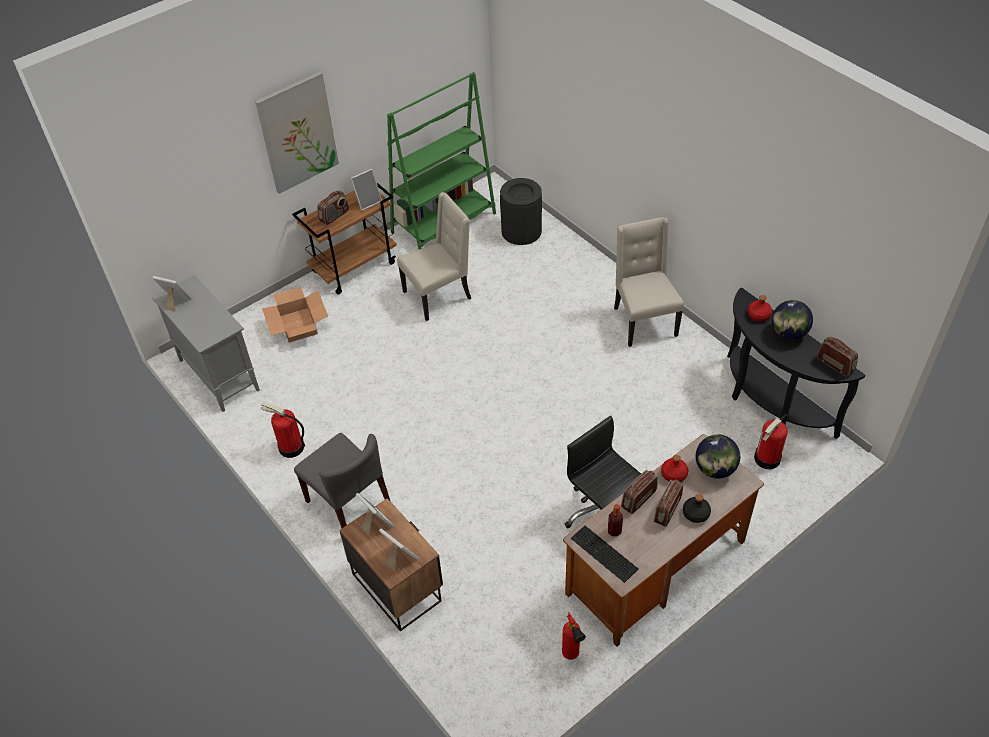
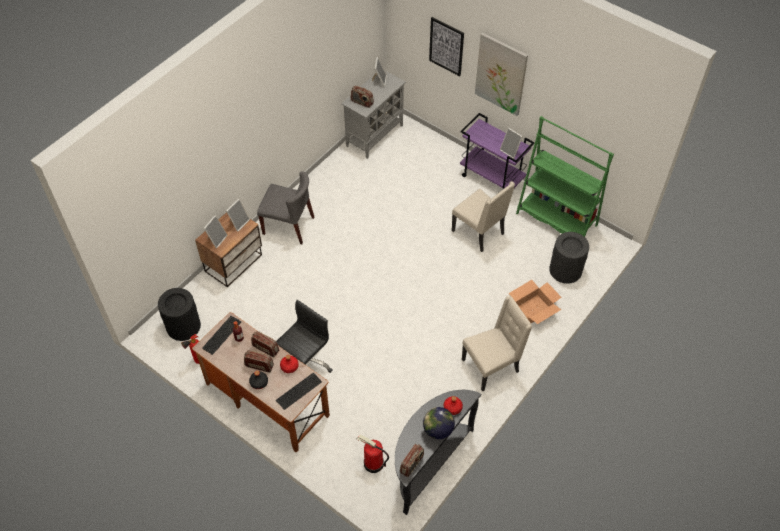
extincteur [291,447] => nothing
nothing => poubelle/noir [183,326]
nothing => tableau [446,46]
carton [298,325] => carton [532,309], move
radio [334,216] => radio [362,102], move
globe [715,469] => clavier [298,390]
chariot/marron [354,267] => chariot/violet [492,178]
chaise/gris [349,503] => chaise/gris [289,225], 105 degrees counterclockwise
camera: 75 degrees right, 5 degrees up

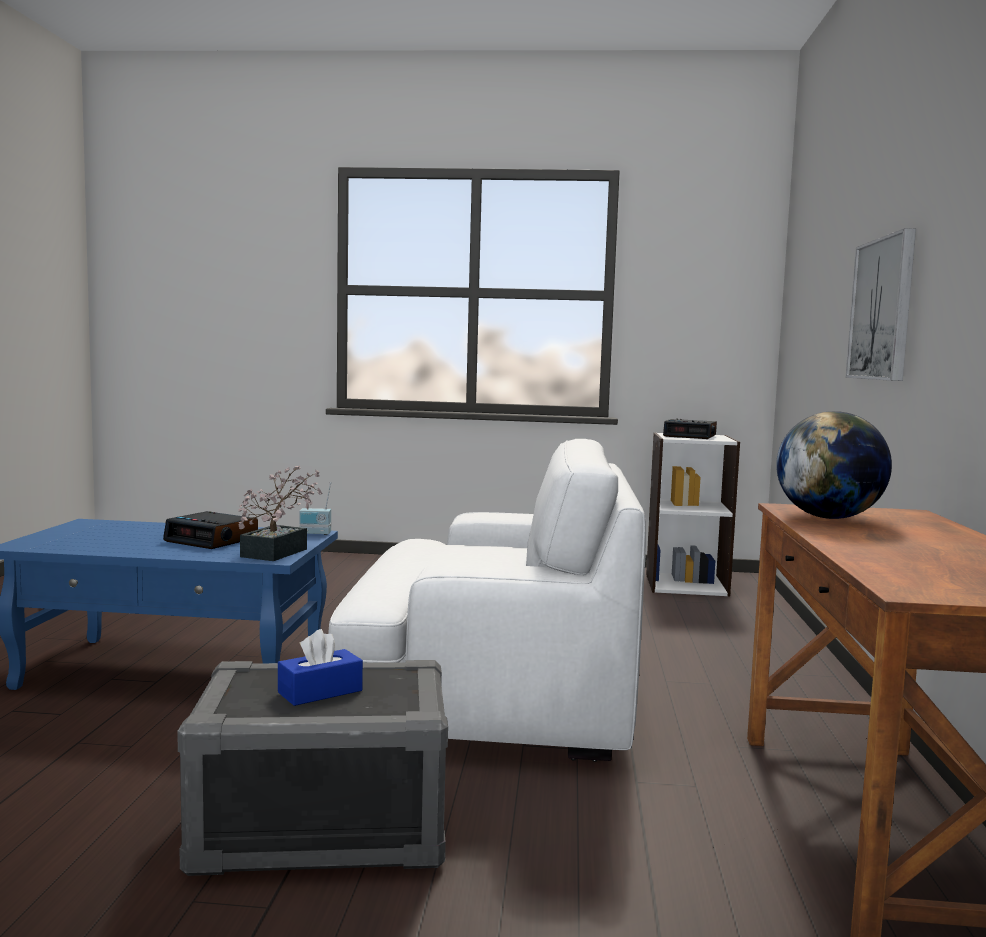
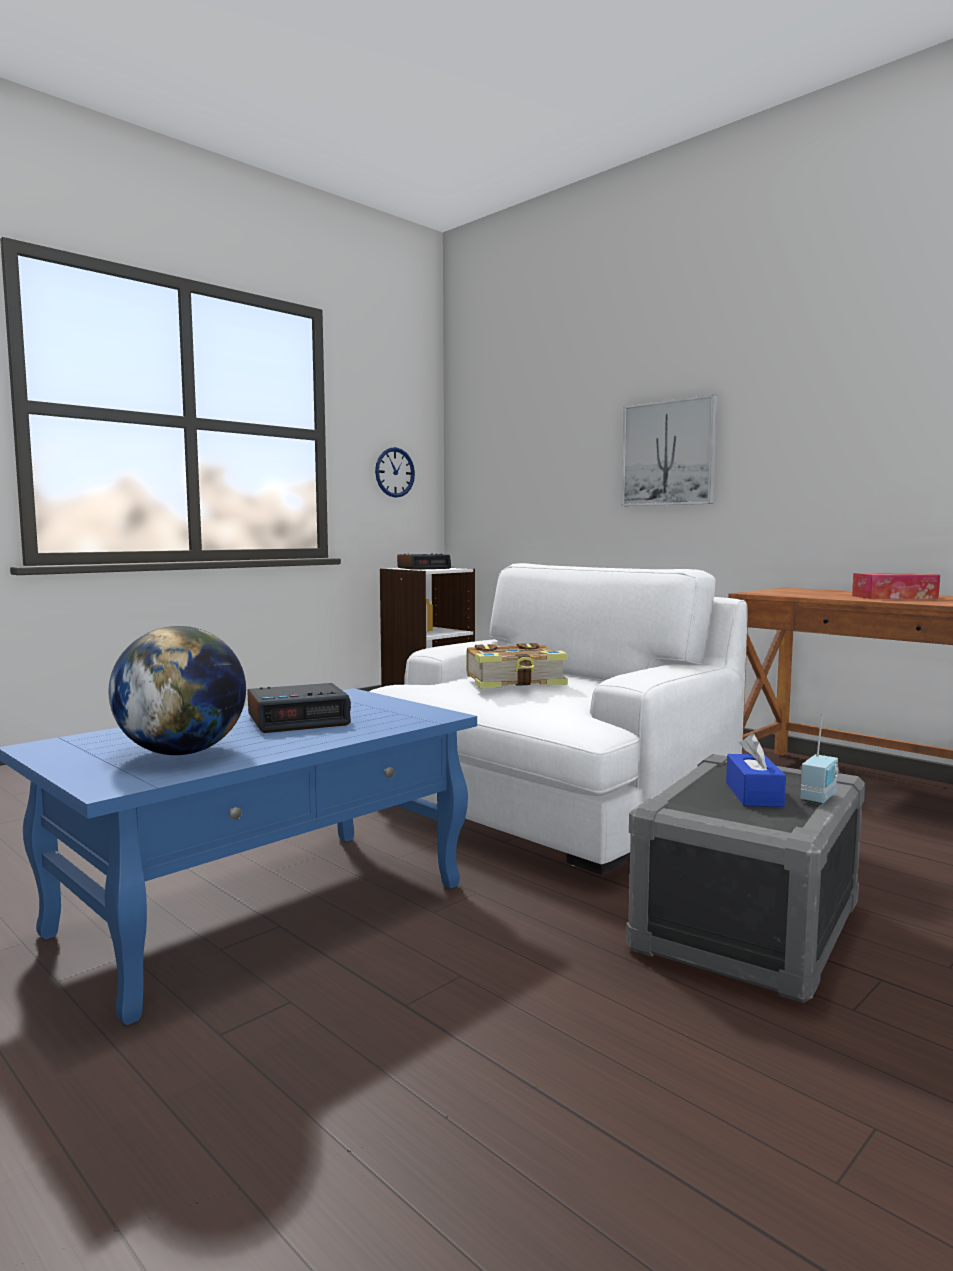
plante en pot [279,551] => nothing
nothing => horloge murale [394,472]
nothing => livre [516,682]
nothing => boîte à mouchoirs [894,597]
radio [315,534] => radio [820,798], move
globe [828,517] => globe [182,752], move
camera: 50 degrees left, 0 degrees up

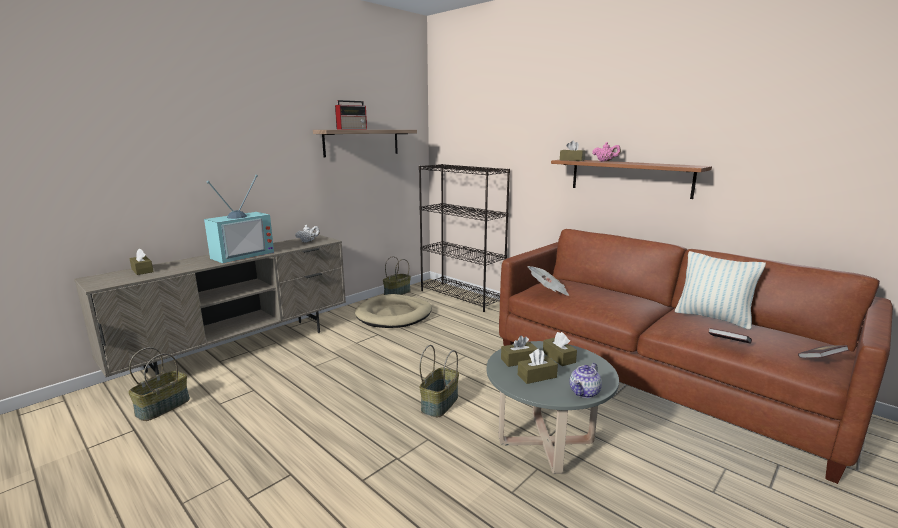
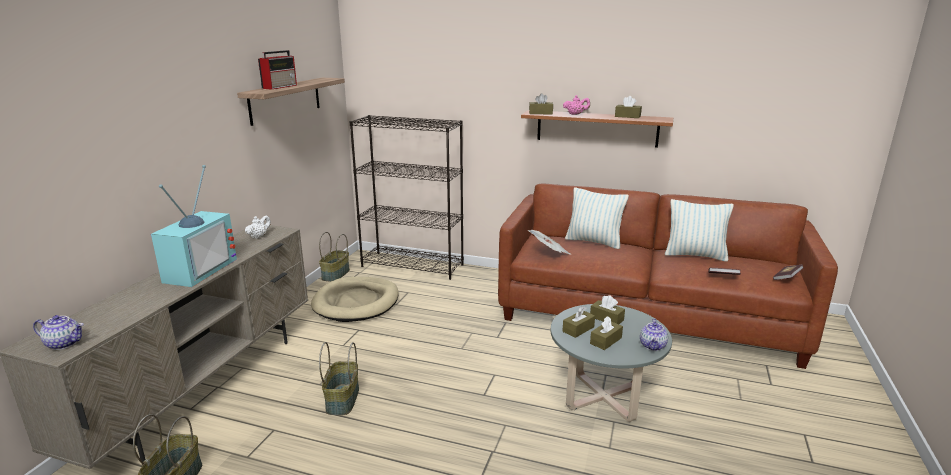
nothing => théière [64,343]
nothing => coussin [594,242]
boîte à mouchoirs/marron [142,270] => boîte à mouchoirs/marron [627,116], move
panier [439,403] => panier [342,399], move
camera: 25 degrees left, 5 degrees up

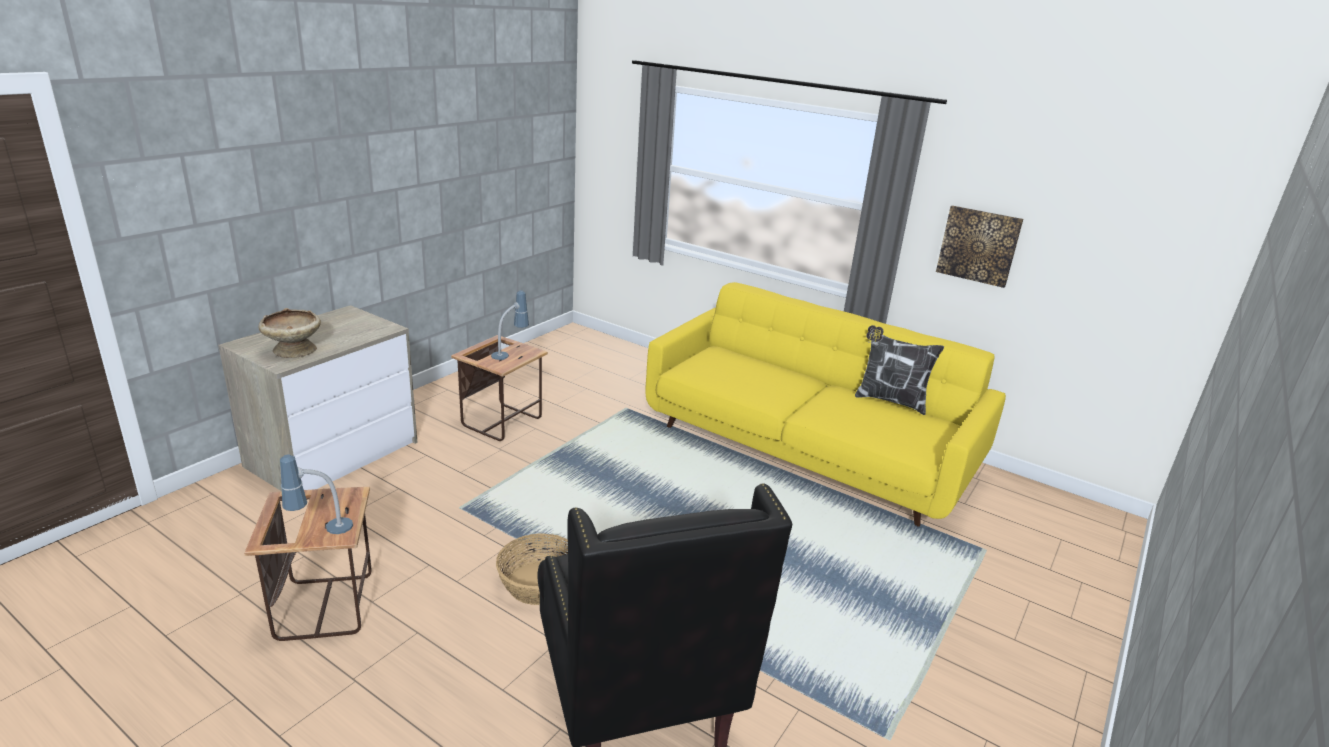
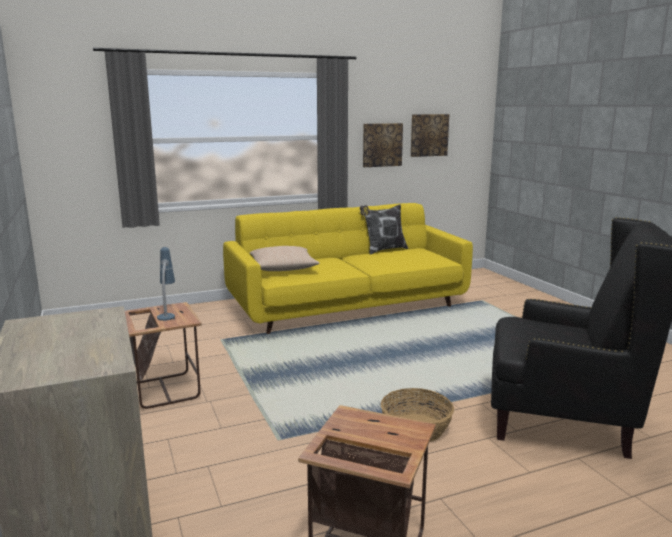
bol/beige [293,350] => nothing
lampe de table [321,533] => nothing
nothing => coussin/beige [283,268]
nothing => tableau [429,135]
camera: 55 degrees left, 10 degrees down

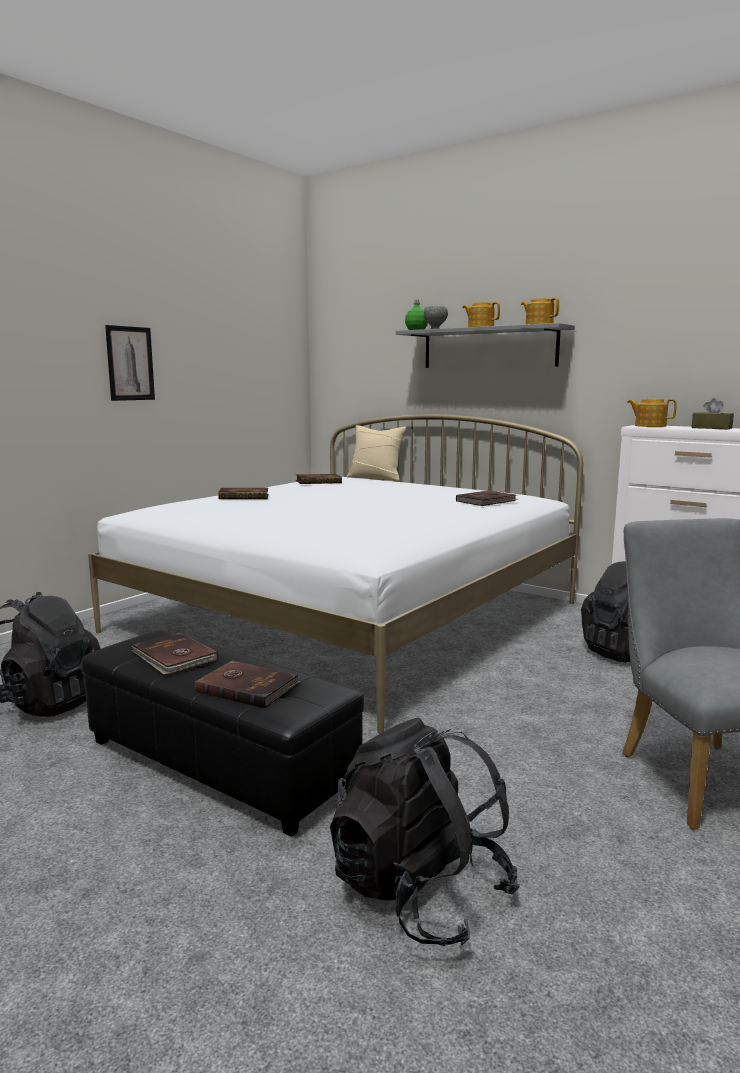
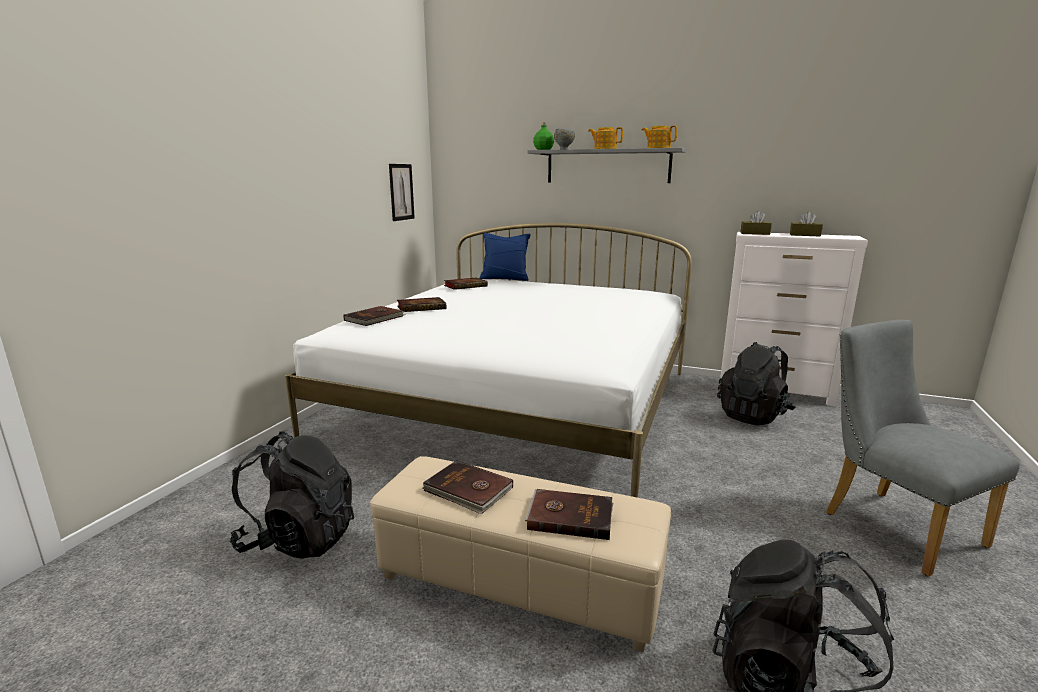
tableau [130,363] => tableau [401,192], move
livre/marron [487,501] => livre/marron [375,318], move
théière [649,426] => boîte à mouchoirs/marron [755,233]
pouf/noir [216,763] => pouf/beige [517,582]
coussin/beige [375,478] => coussin/bleu [505,278]
camera: 15 degrees left, 5 degrees up

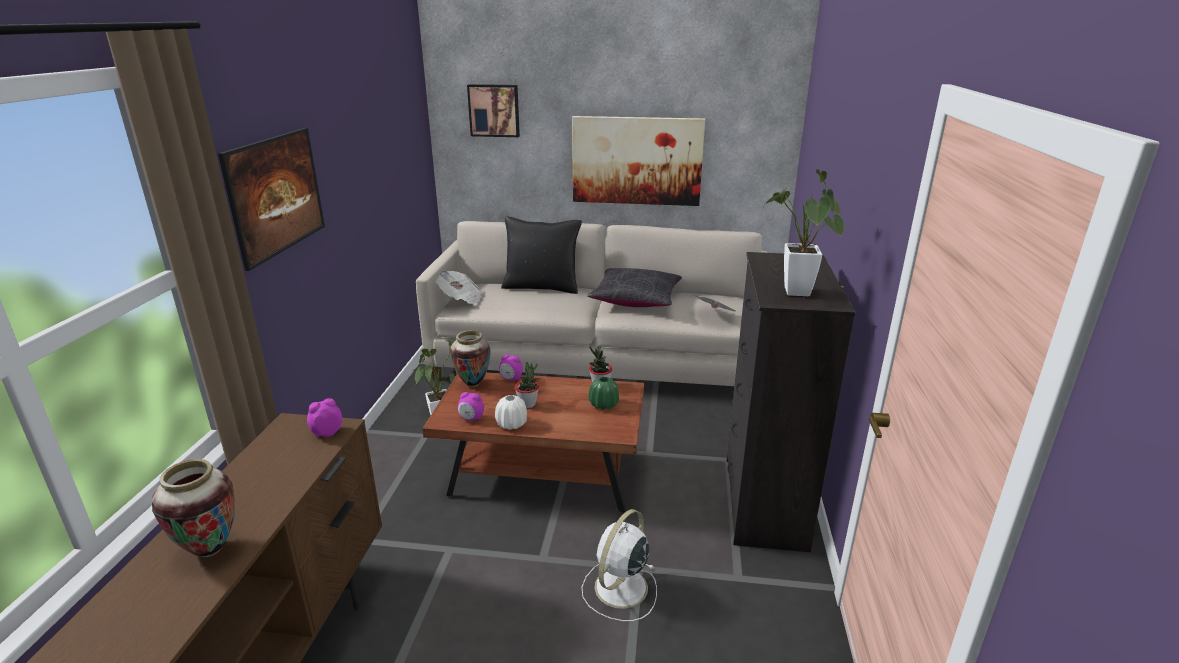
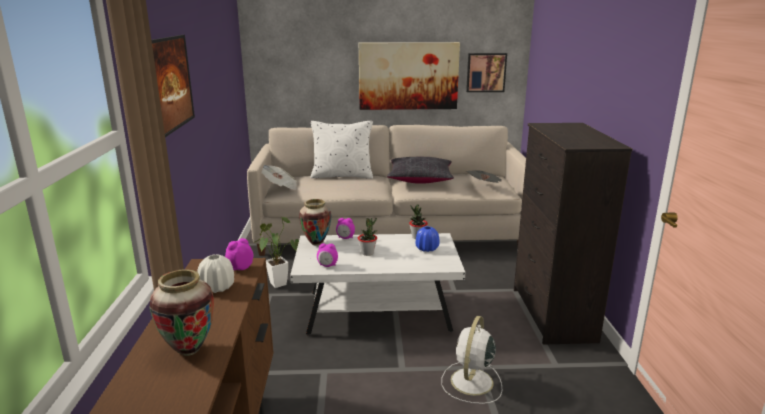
plante en pot [797,295] => nothing
tableau [494,110] => tableau [485,72], move
vase/blanc [511,424] => vase/blanc [217,287], move
table basse/marron [543,474] => table basse/blanc [378,312]
coussin/noir [542,287] => coussin/blanc [342,175]
vase/vert [603,404] => vase/bleu [427,249]
camera: 10 degrees left, 5 degrees down

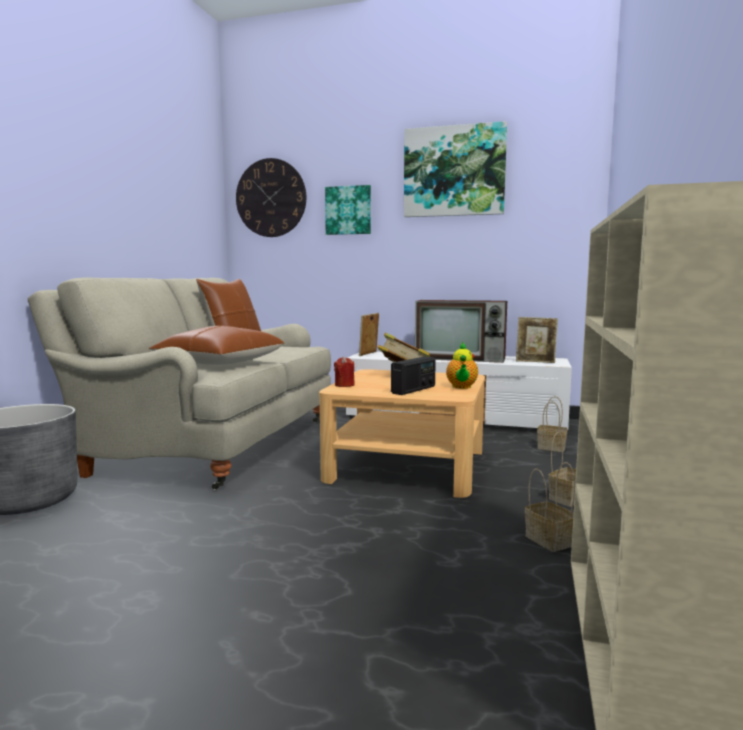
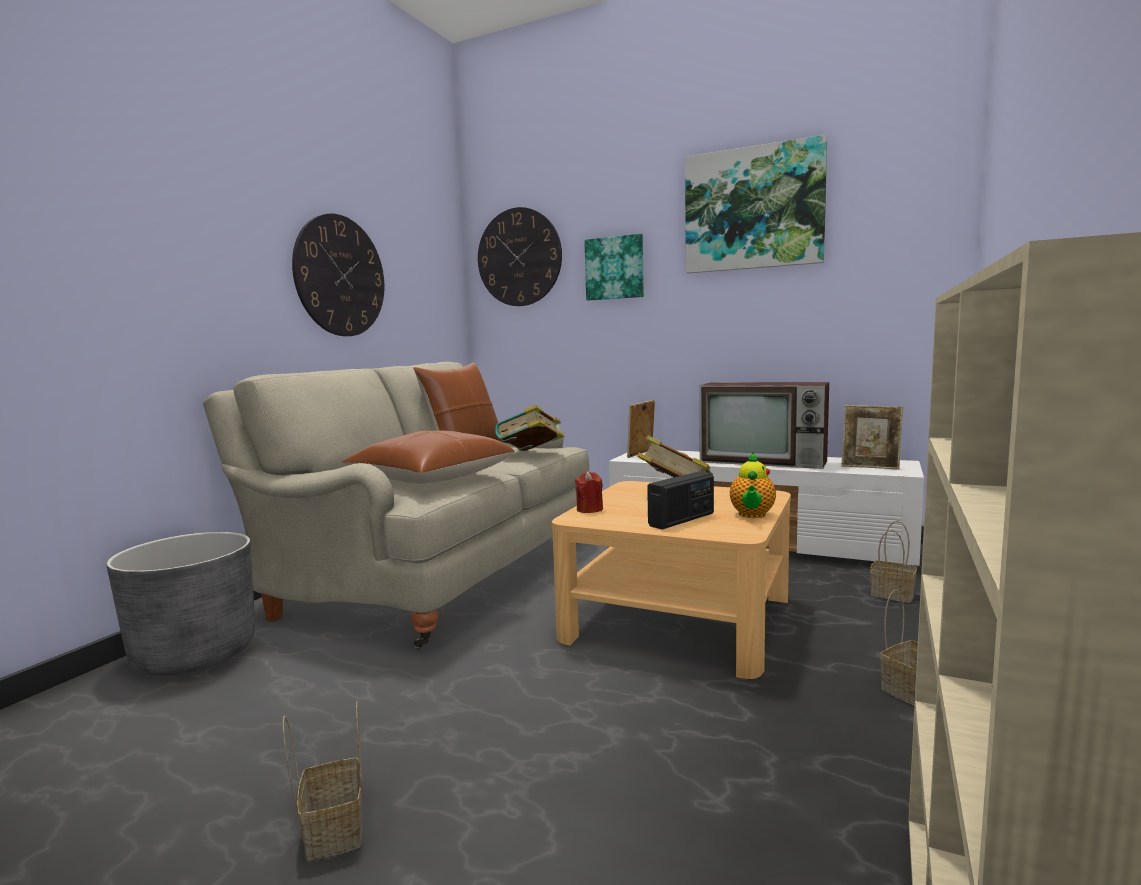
nothing => horloge murale [340,276]
nothing => livre [530,454]
panier [547,540] => panier [333,829], move
camera: 10 degrees right, 0 degrees up

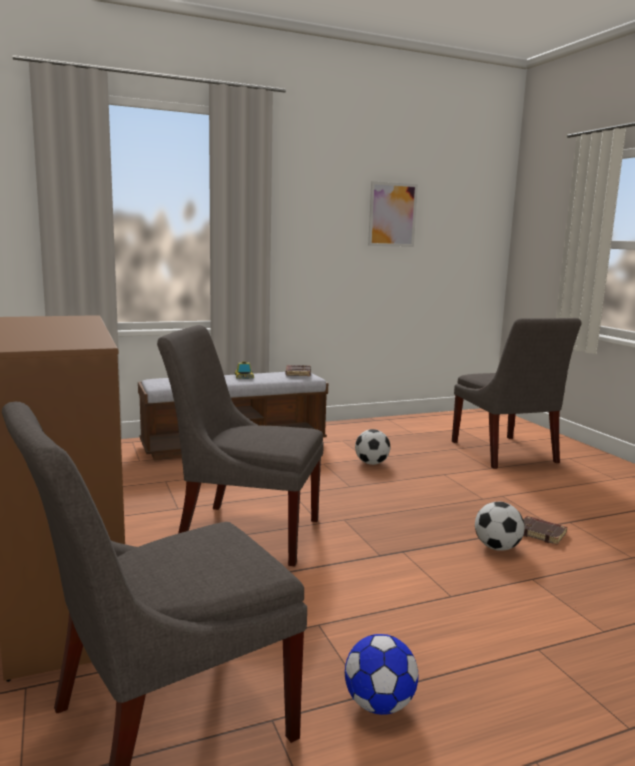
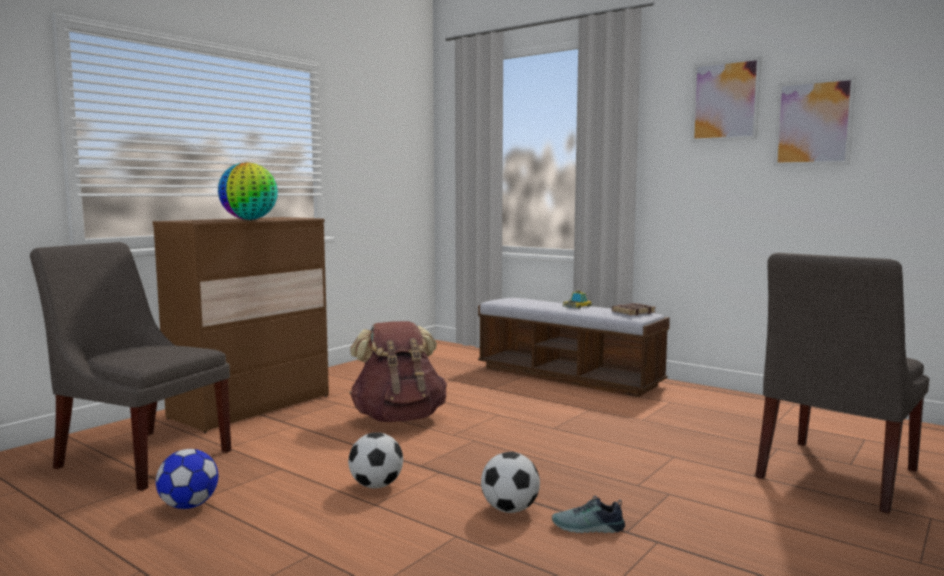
nothing => globe [249,219]
nothing => tableau [725,100]
ballon de foot [371,463] => ballon de foot [376,486], move
chaise/gris [244,532] => sac à dos/marron [399,418]
livre/marron [541,533] => chaussure [588,528]
camera: 60 degrees right, 5 degrees down

